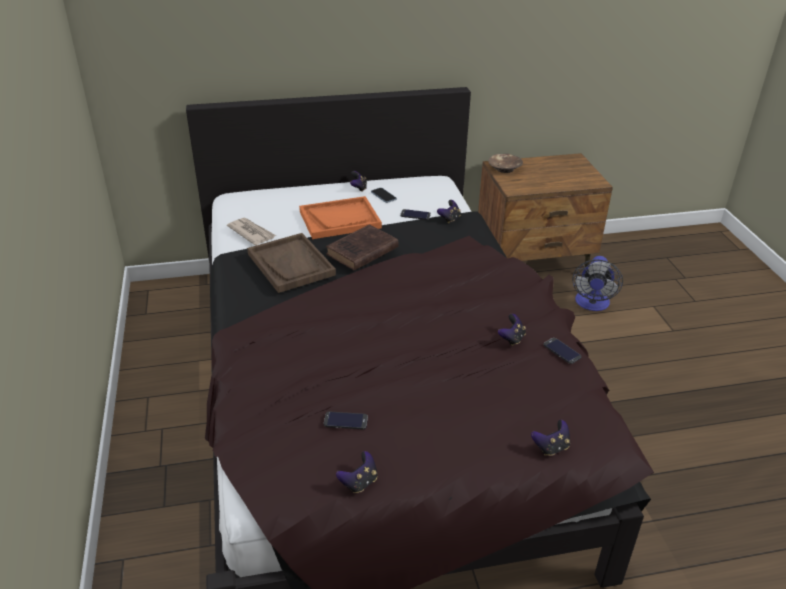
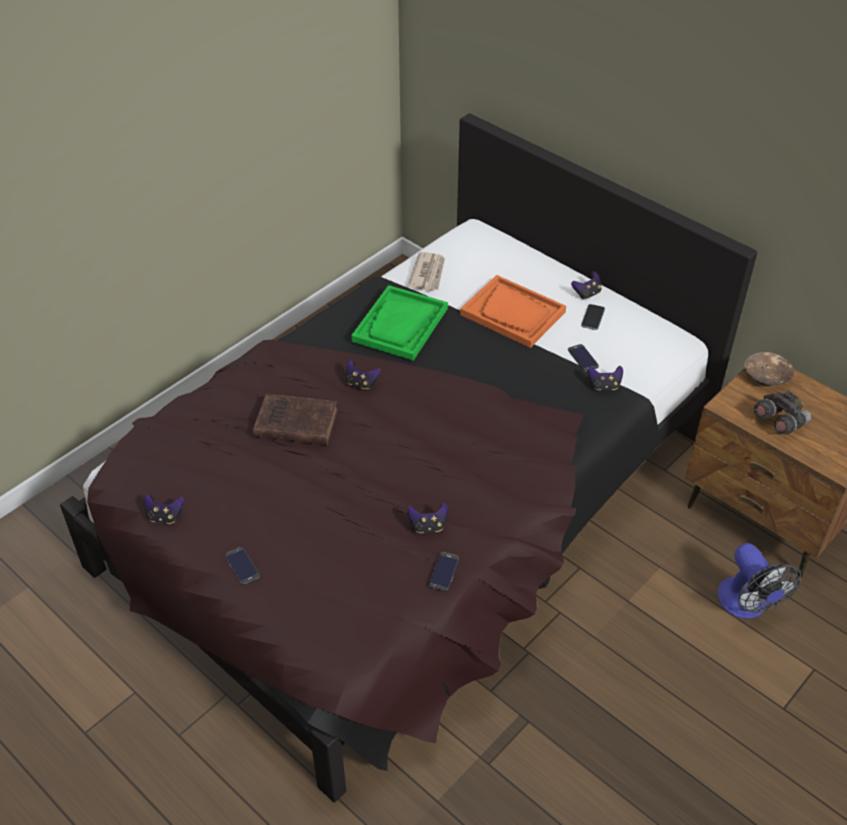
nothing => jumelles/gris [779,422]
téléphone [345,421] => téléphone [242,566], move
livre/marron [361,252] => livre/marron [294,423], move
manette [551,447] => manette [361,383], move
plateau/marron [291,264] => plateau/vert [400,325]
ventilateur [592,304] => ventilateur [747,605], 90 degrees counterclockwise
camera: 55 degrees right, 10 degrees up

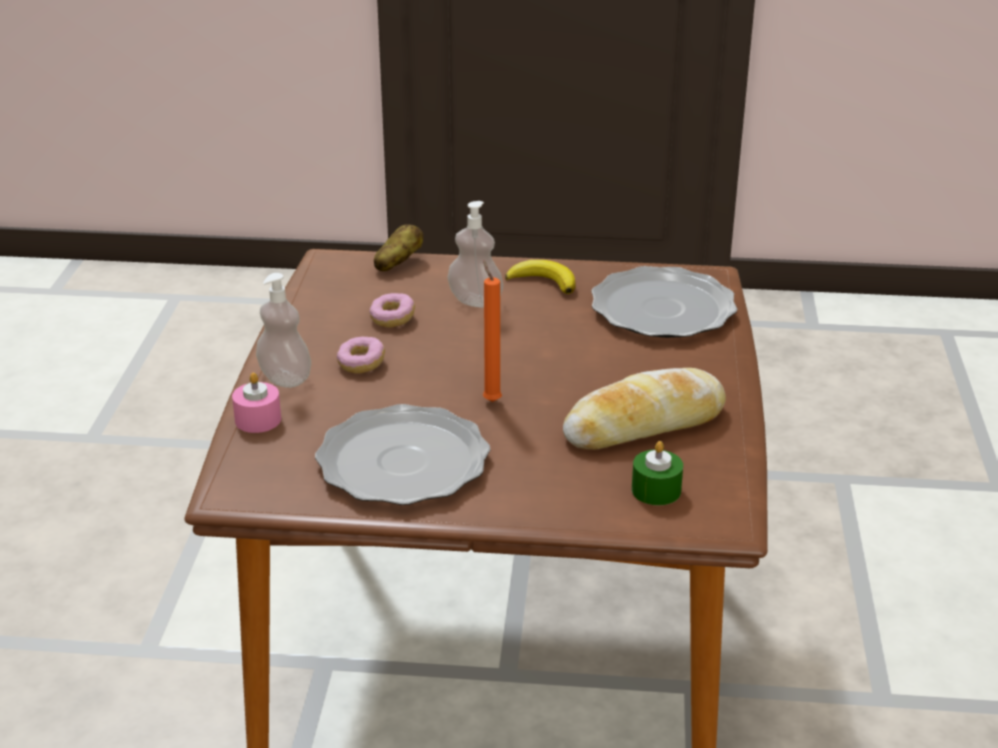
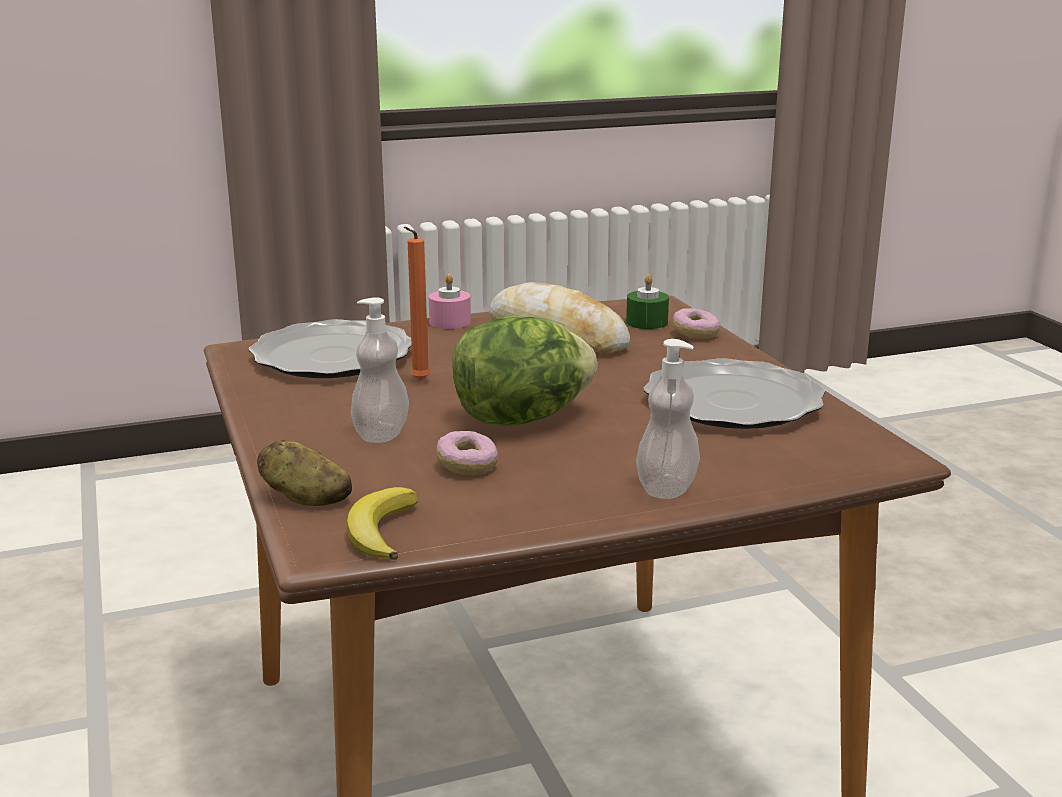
nothing => laitue [521,419]
bougie/rose [258,420] => bougie/rose [450,322], move
beignet [361,364] => beignet [695,334], move
bougie/orange [490,400] => bougie/orange [418,381], move
banane [543,281] => banane [381,531], move
camera: 115 degrees left, 10 degrees down

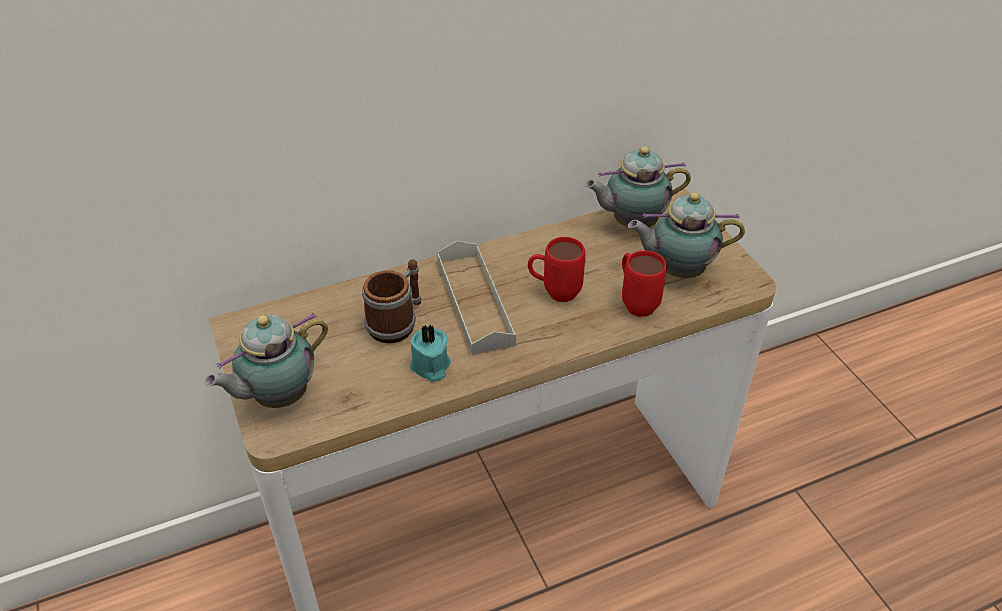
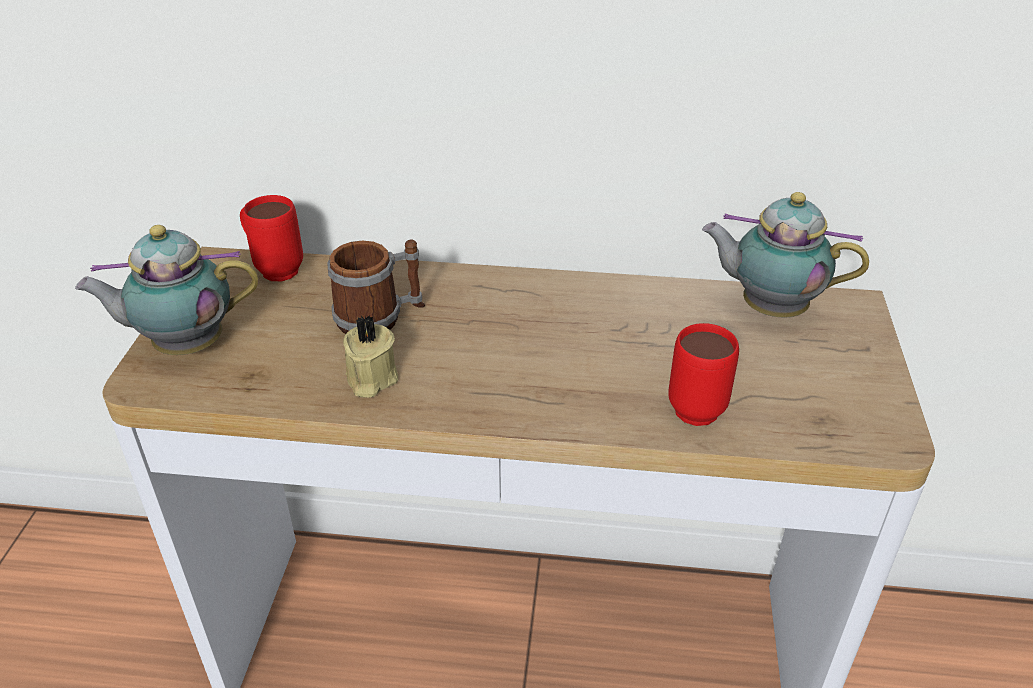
plateau/gris [475,302] => nothing
théière [677,270] => nothing
mug/rouge [554,292] => mug/rouge [273,268], move
bougie/turquoise [430,367] => bougie/beige [370,379]
camera: 30 degrees right, 5 degrees down

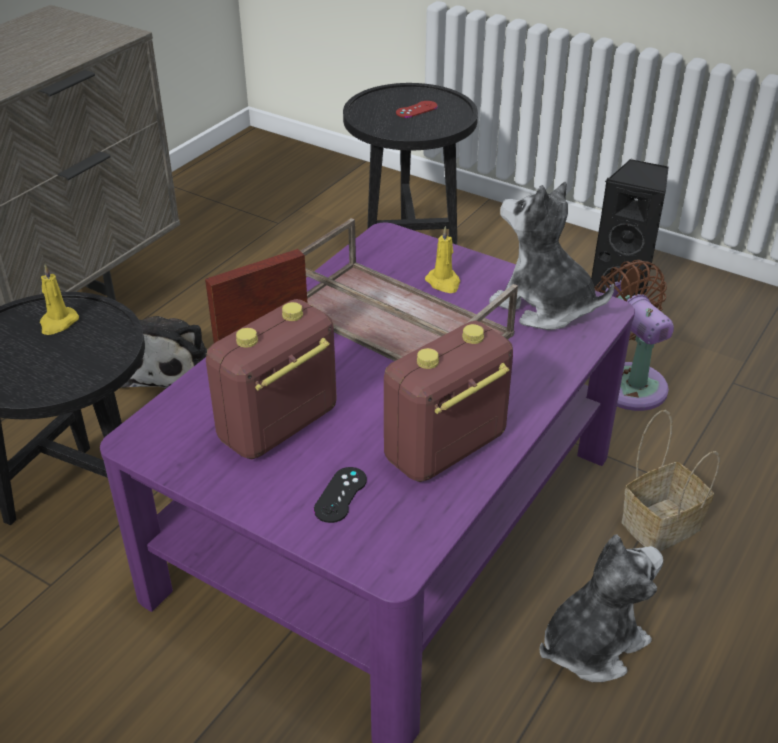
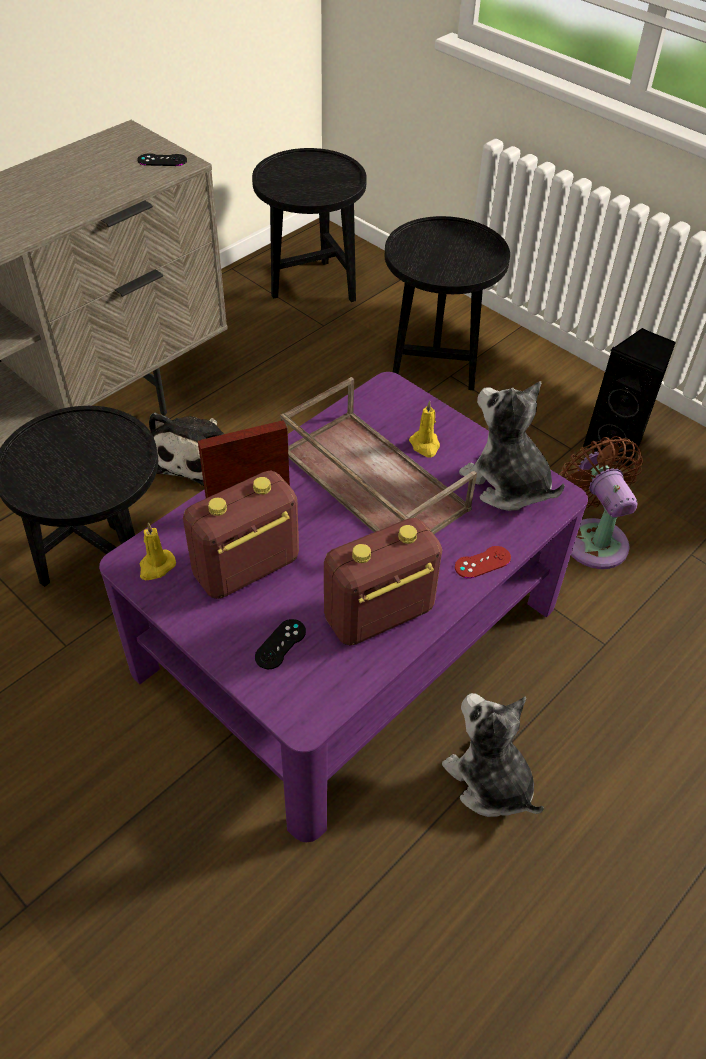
panier [660,527] => nothing
nothing => manette/noir [162,160]
nothing => table d'appoint/noir [311,287]
bougie/jaune [58,323] => bougie/jaune [156,566], move
manette/rouge [416,109] => manette/rouge [482,562], move
peluche [591,643] => peluche [489,781], 105 degrees counterclockwise
camera: 10 degrees right, 10 degrees up

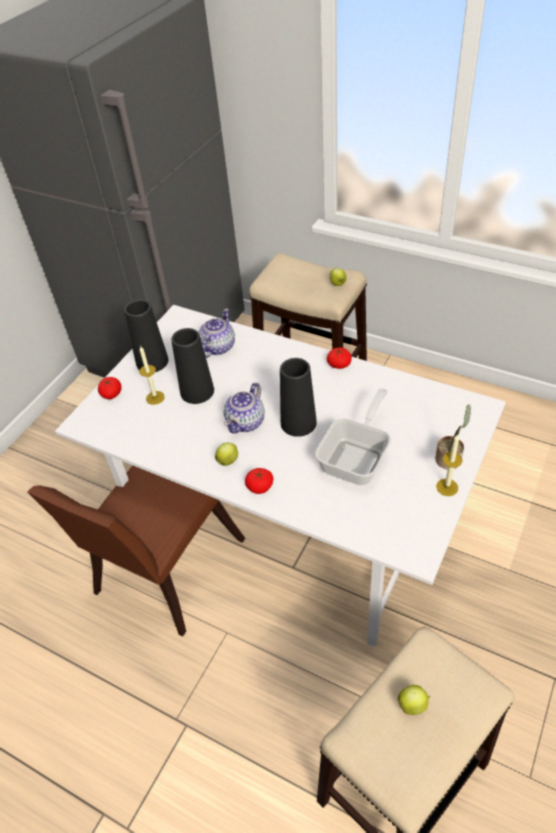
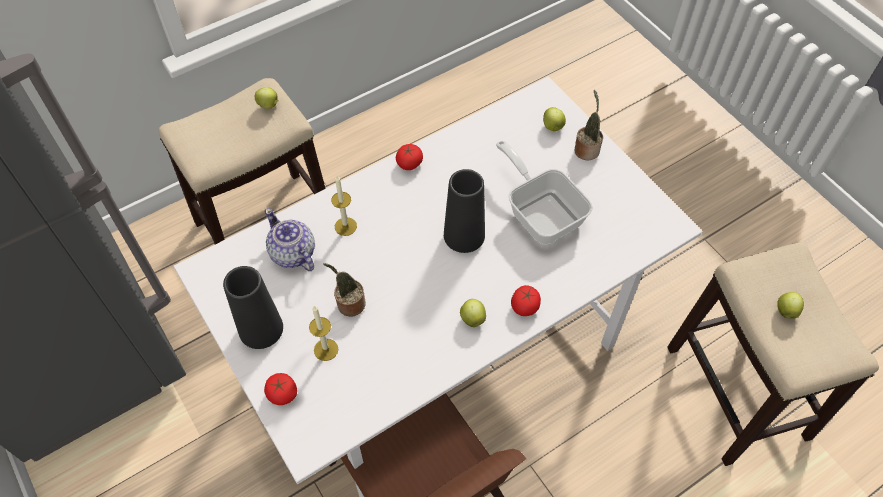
théière [246,422] => nothing
nothing => pomme [553,127]
bougie [447,487] => bougie [345,226], move
vase/noir [197,391] => plante en pot [349,304]
camera: 65 degrees left, 10 degrees up

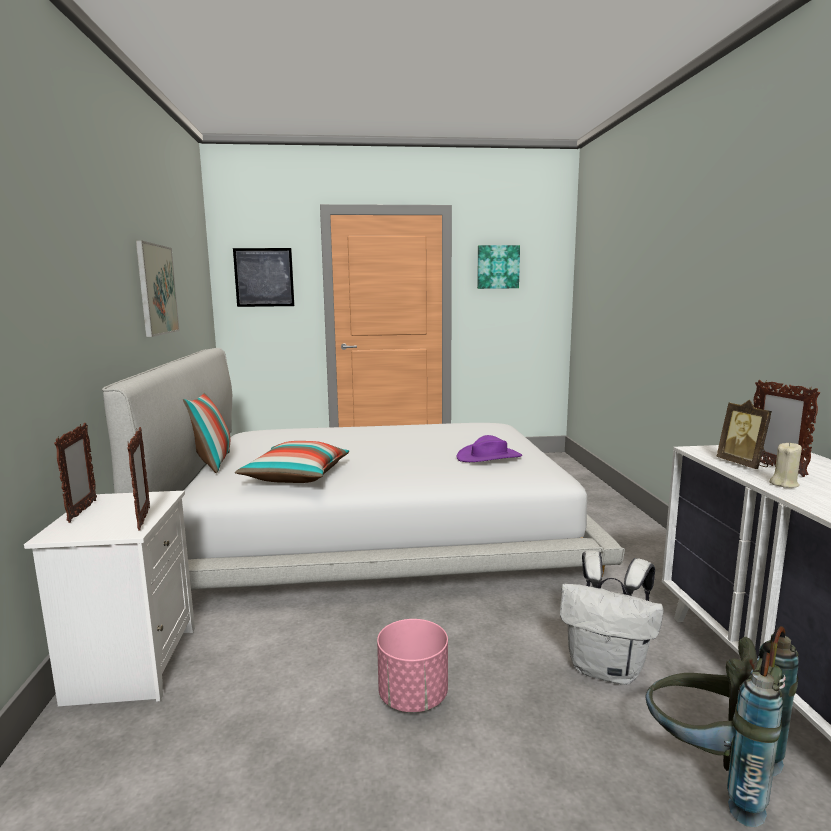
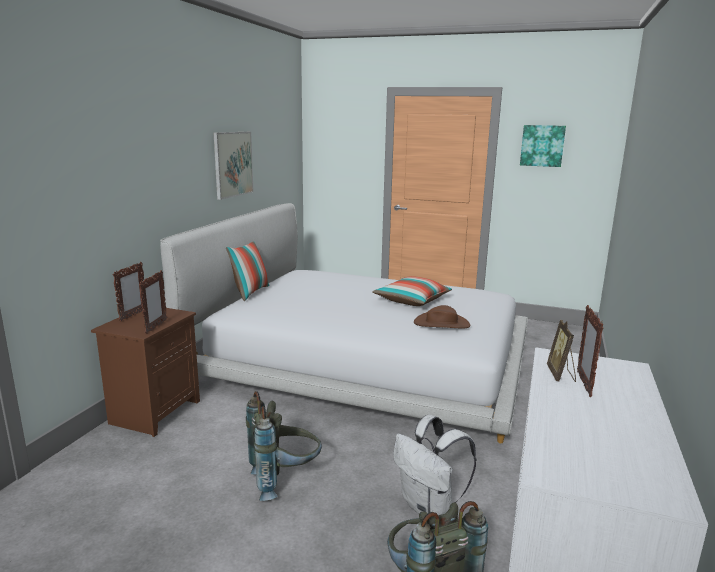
tableau [264,277] => nothing
bougie/beige [784,484] => nothing
coussin [296,476] => coussin [412,301], move
cache-pot/rose [412,697] => sac à dos/gris [284,480]
table de chevet/blanc [131,663] => table de chevet/marron [155,412]
chapeau/violet [489,457] => chapeau/marron [441,323]
camera: 25 degrees right, 5 degrees up

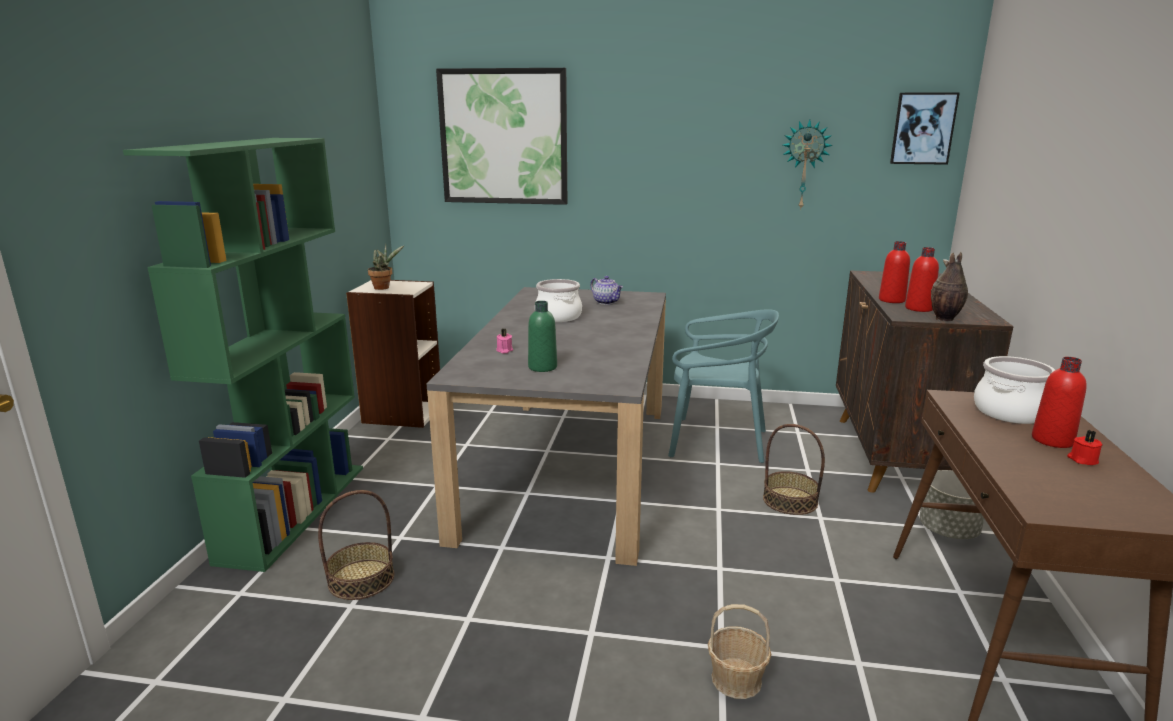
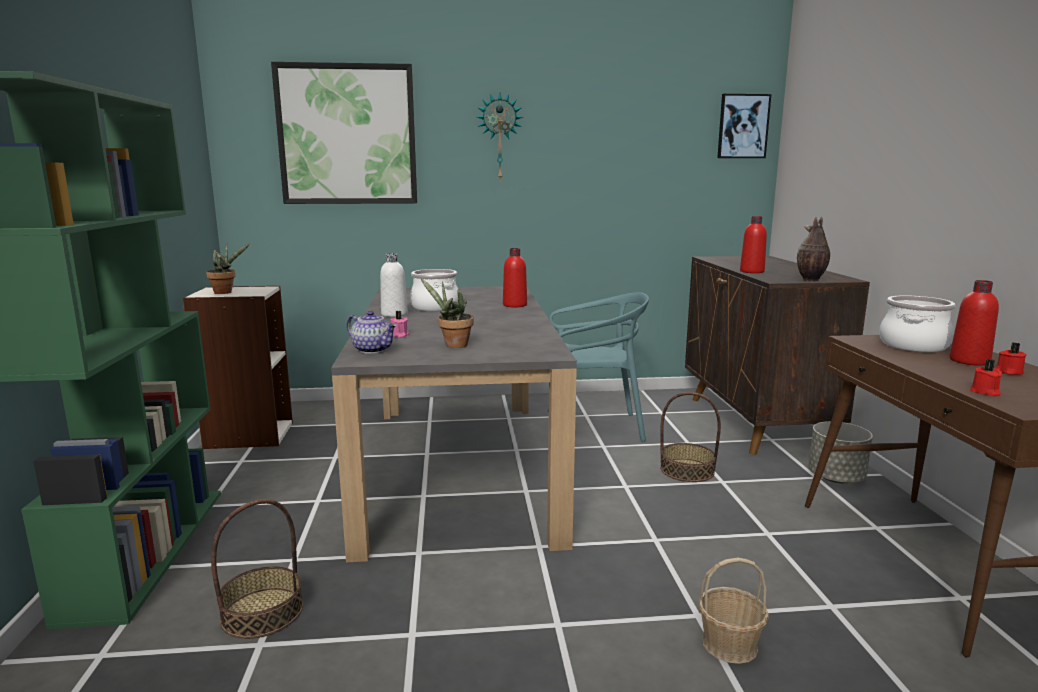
nothing => bouteille/blanc [394,314]
nothing => bougie/rouge [985,392]
théière [607,302] => théière [373,350], move
horloge murale [804,165] => horloge murale [499,137], move
bouteille/rouge [919,308] => bouteille/rouge [515,305], move
bouteille/vert [542,367] => plante en pot [453,345]
camera: 15 degrees left, 5 degrees down

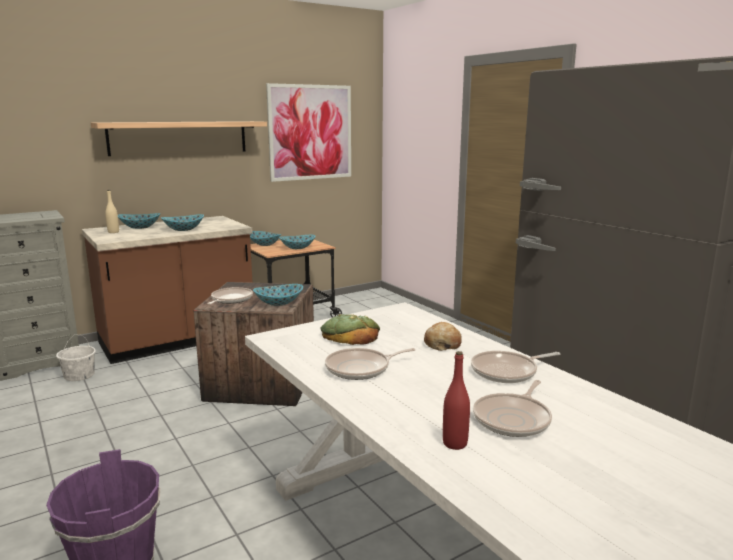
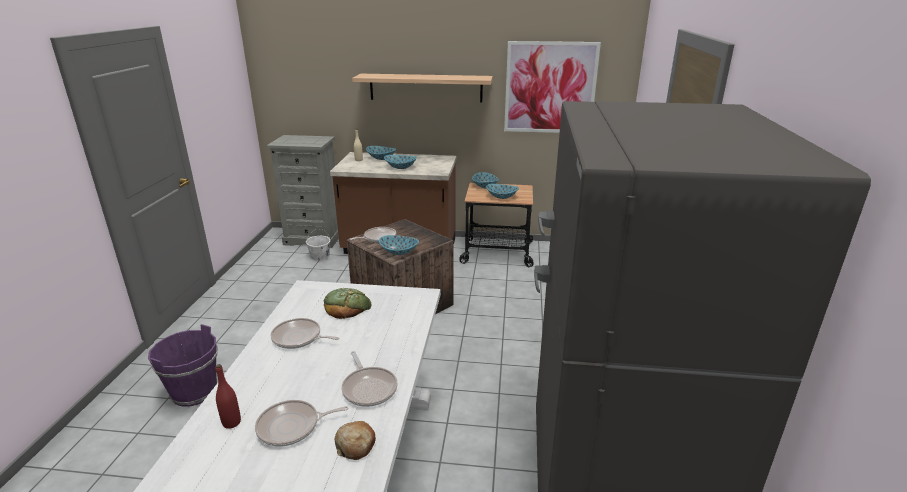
pain [442,344] => pain [355,445], move
poêle [507,371] => poêle [369,388], 135 degrees counterclockwise
camera: 40 degrees right, 10 degrees up

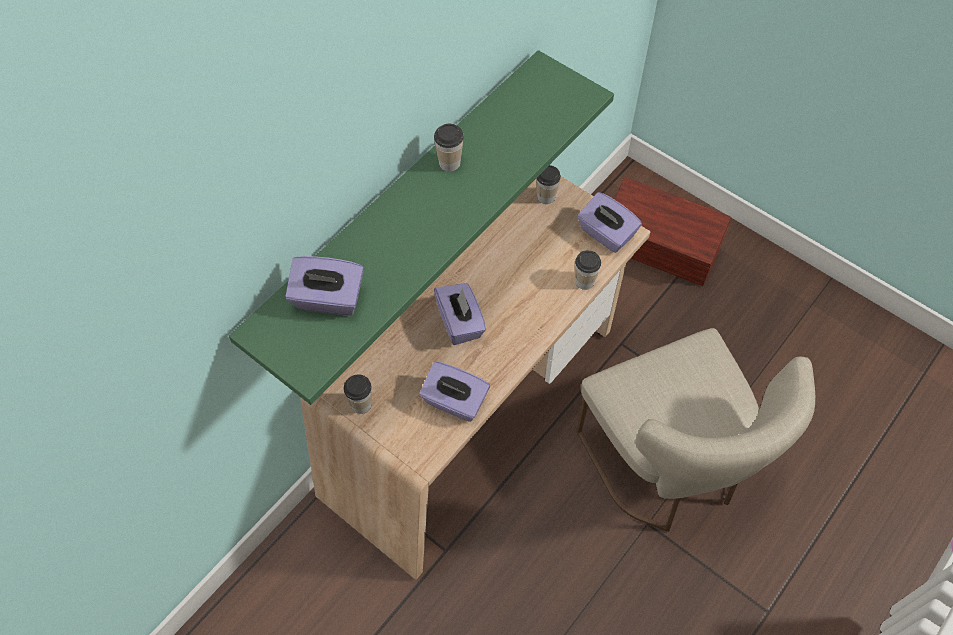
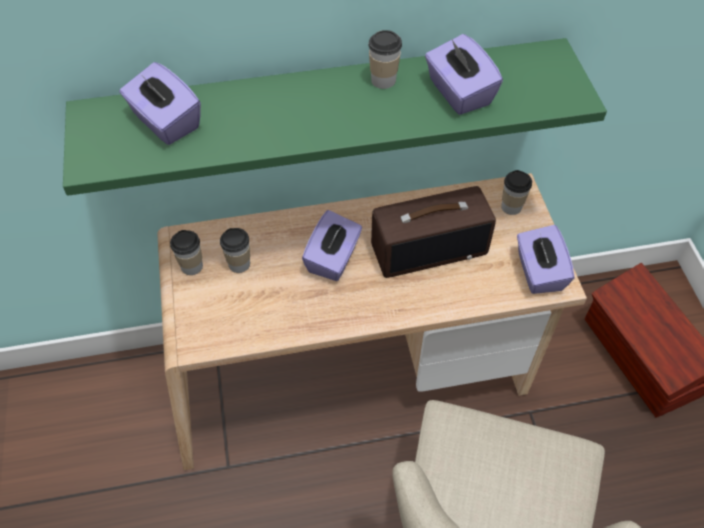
nothing => radio [429,248]
boîte à mouchoirs/violet [454,402] => boîte à mouchoirs/violet [458,93], move
tasse [584,281] => tasse [239,264], move
camera: 40 degrees right, 5 degrees down

